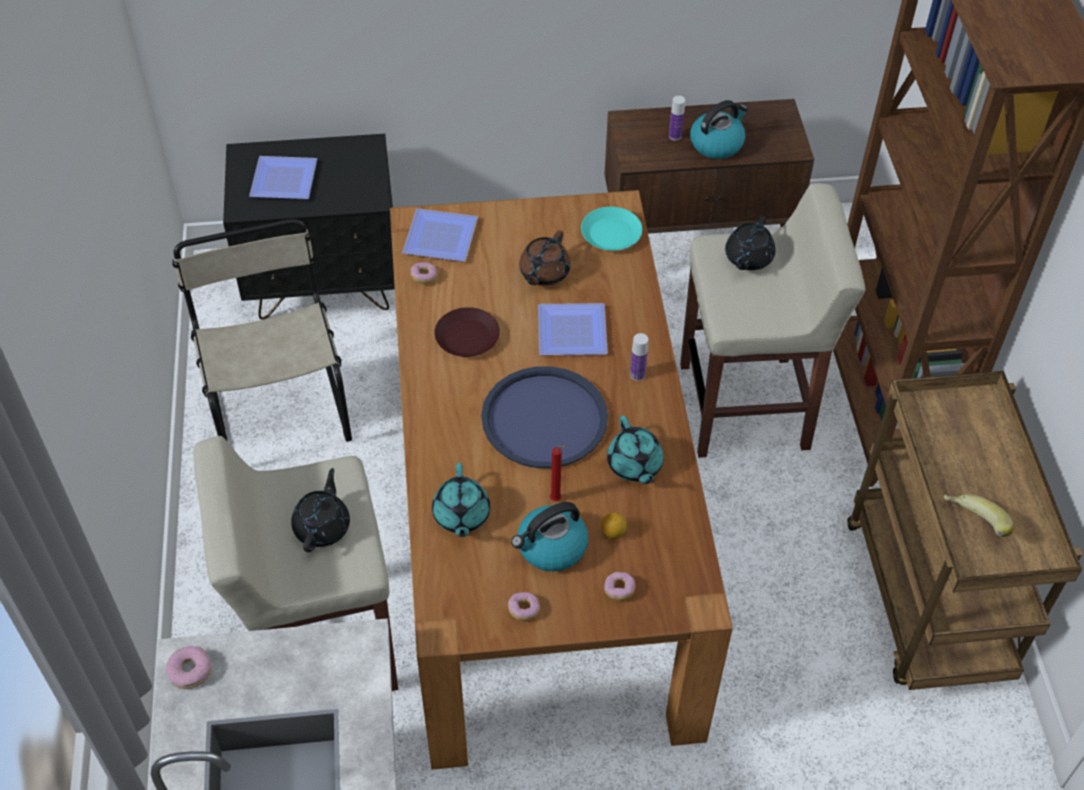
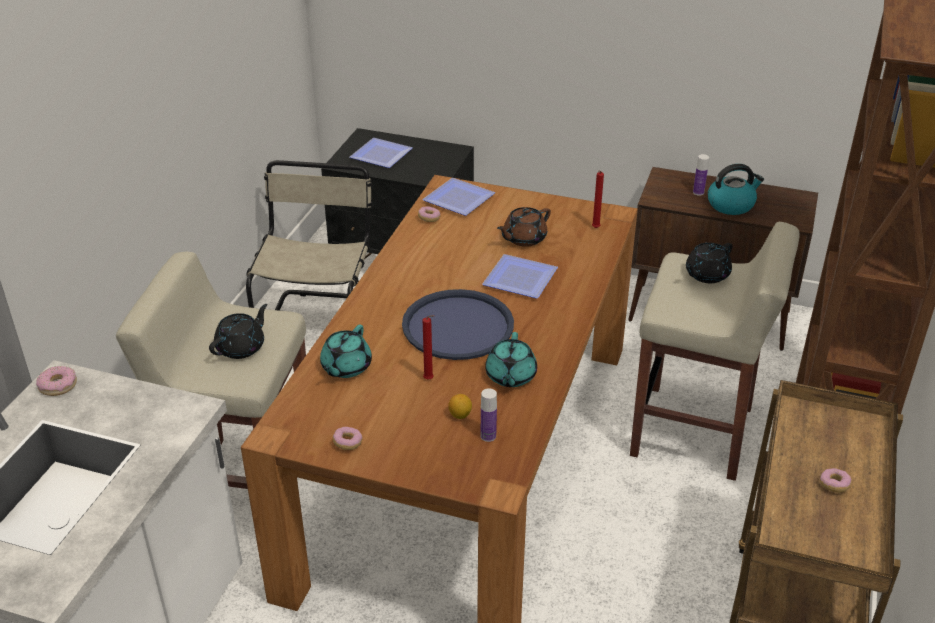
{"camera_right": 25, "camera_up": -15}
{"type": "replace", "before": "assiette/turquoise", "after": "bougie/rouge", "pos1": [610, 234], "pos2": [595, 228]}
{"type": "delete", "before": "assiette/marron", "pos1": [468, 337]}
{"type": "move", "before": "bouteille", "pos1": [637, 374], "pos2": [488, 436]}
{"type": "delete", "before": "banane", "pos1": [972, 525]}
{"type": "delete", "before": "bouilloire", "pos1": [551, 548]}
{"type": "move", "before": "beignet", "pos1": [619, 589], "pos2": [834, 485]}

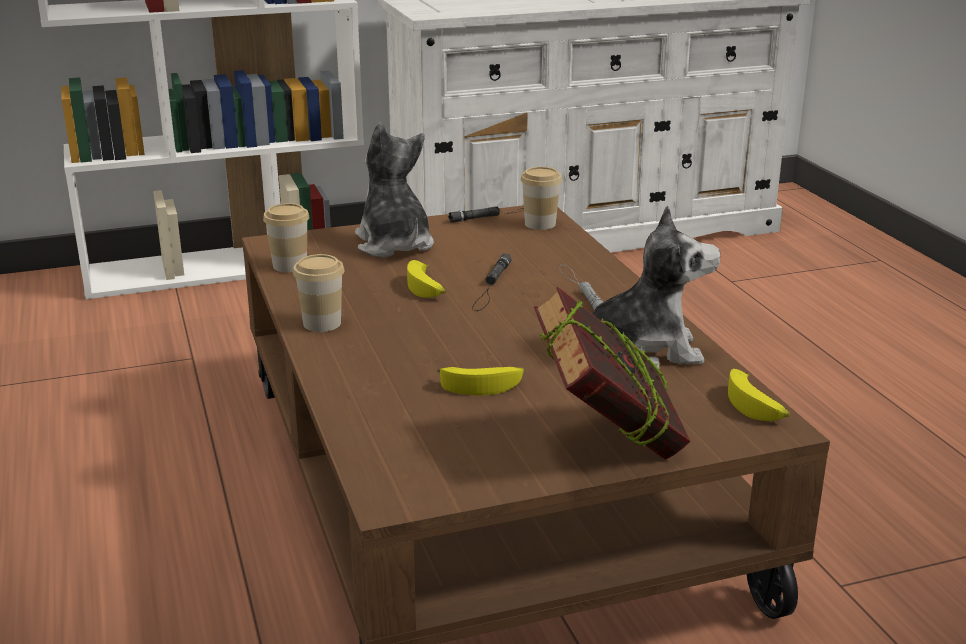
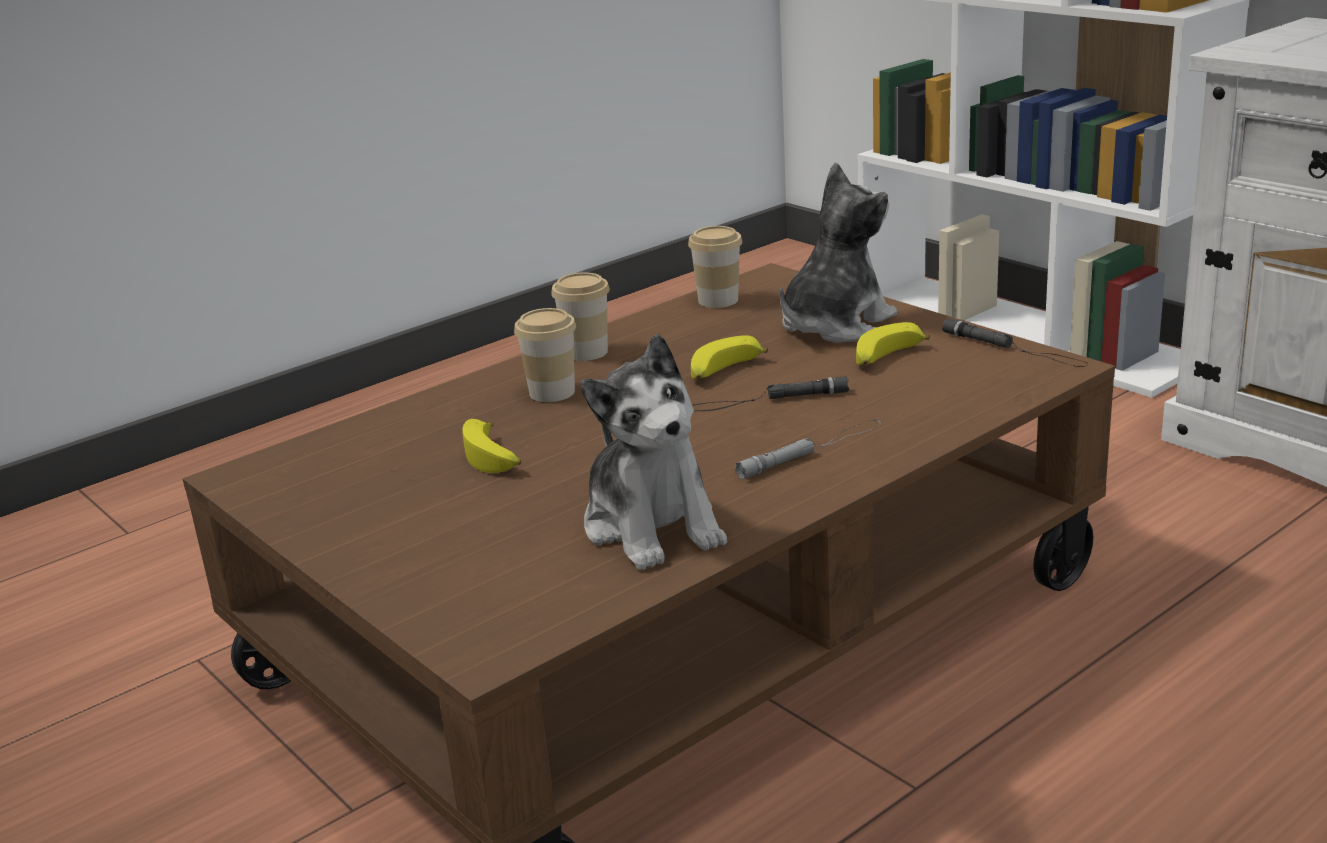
{"camera_right": 70, "camera_up": 0}
{"type": "move", "before": "tasse", "pos1": [540, 224], "pos2": [552, 392]}
{"type": "delete", "before": "livre", "pos1": [607, 445]}
{"type": "move", "before": "banane", "pos1": [756, 406], "pos2": [887, 358]}

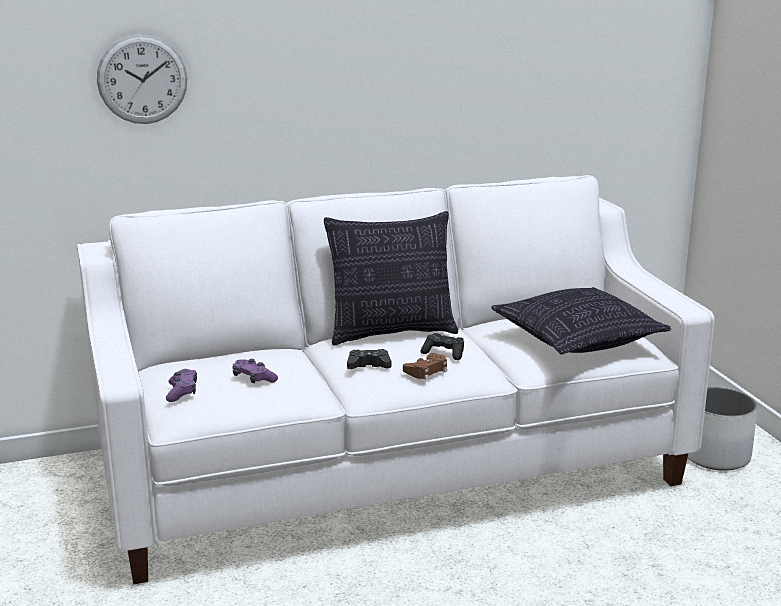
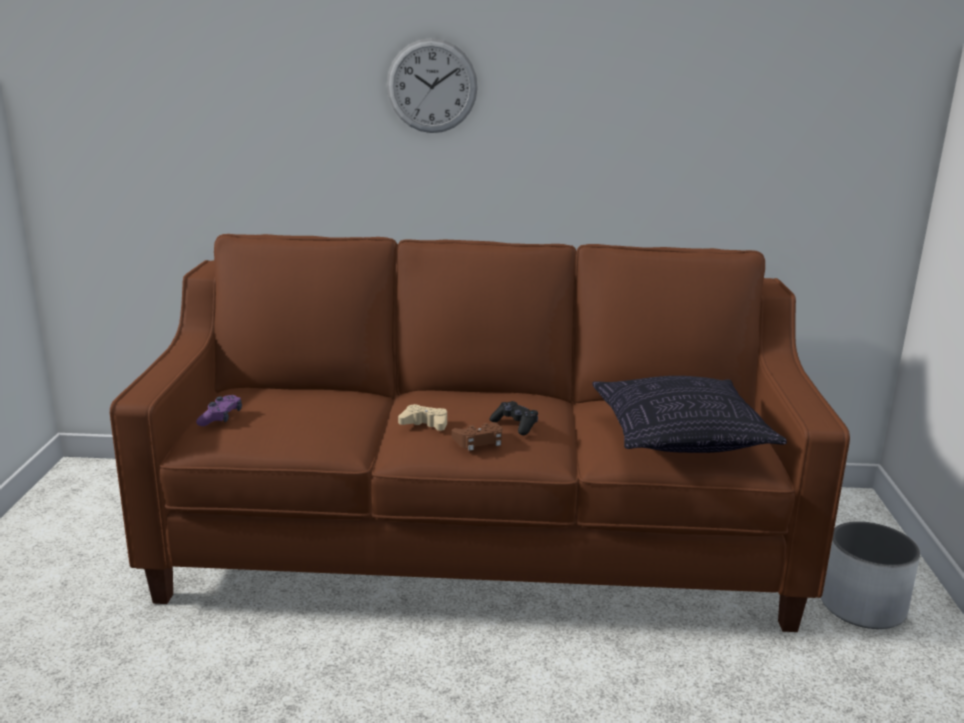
{"camera_right": 20, "camera_up": 0}
{"type": "move", "before": "horloge murale", "pos1": [142, 79], "pos2": [432, 86]}
{"type": "recolor", "before": "canapé/blanc", "after": "canapé/marron", "pos1": [391, 470], "pos2": [480, 541]}
{"type": "delete", "before": "coussin", "pos1": [392, 333]}
{"type": "recolor", "before": "manette/noir", "after": "manette/beige", "pos1": [368, 365], "pos2": [425, 424]}
{"type": "delete", "before": "manette/violet", "pos1": [253, 379]}

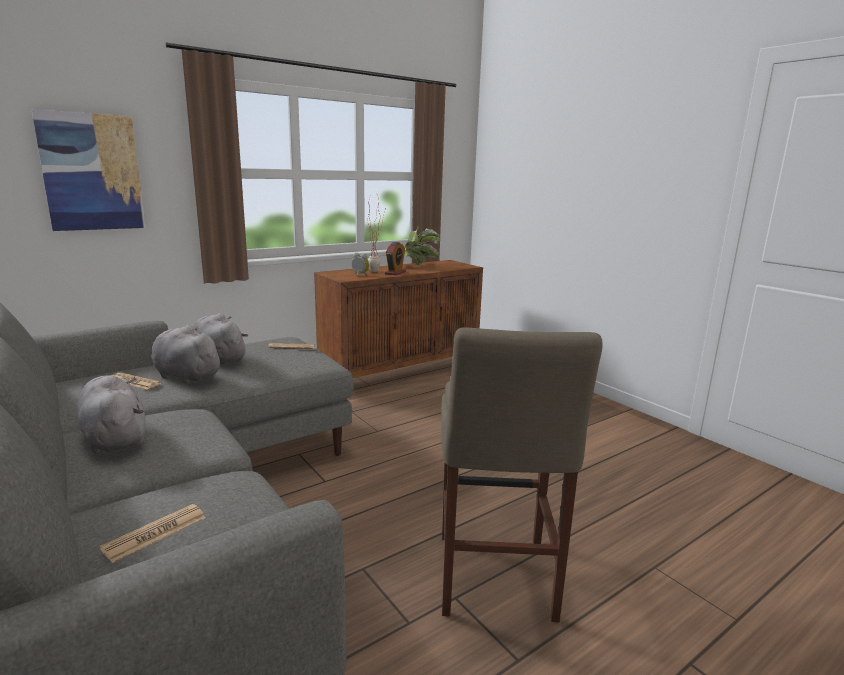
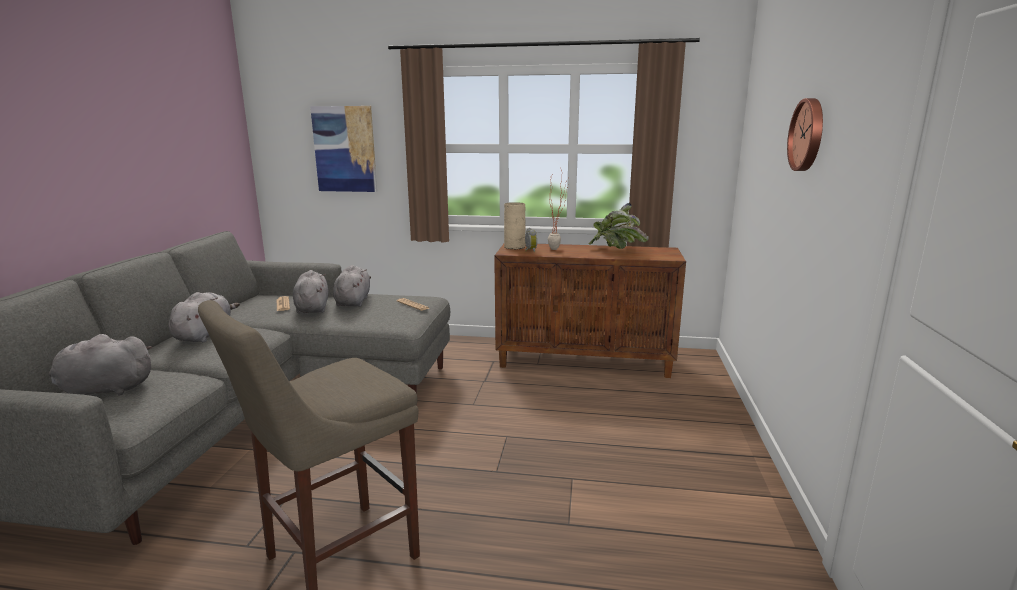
{"camera_right": 45, "camera_up": 0}
{"type": "delete", "before": "réveil", "pos1": [395, 273]}
{"type": "replace", "before": "journal", "after": "peluche/gris", "pos1": [155, 533], "pos2": [103, 390]}
{"type": "insert", "after": "horloge murale", "pos2": [808, 135]}
{"type": "insert", "after": "vase/beige", "pos2": [514, 247]}

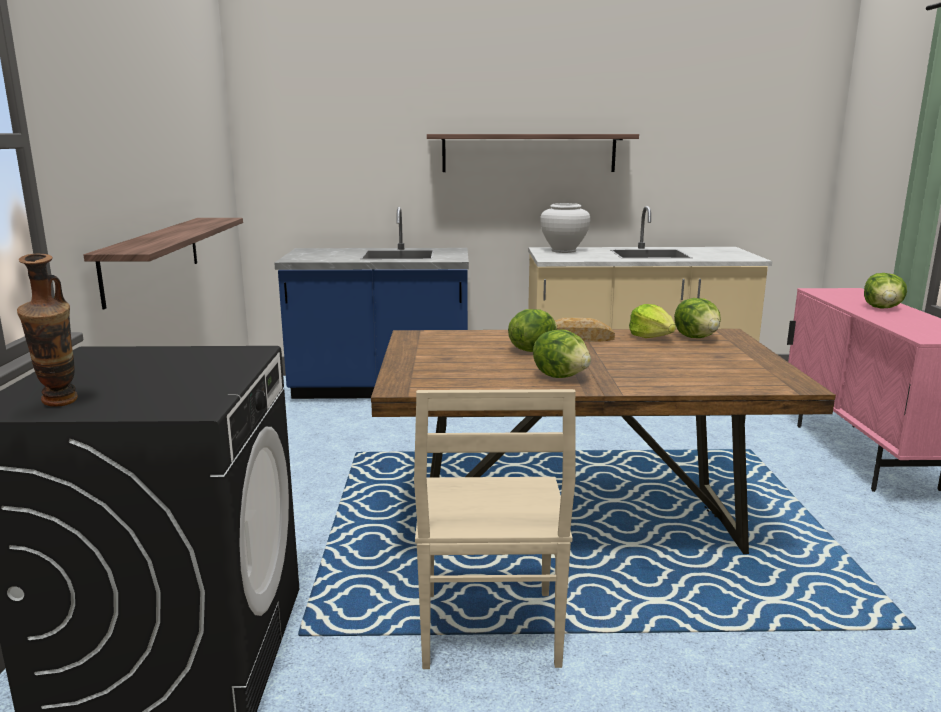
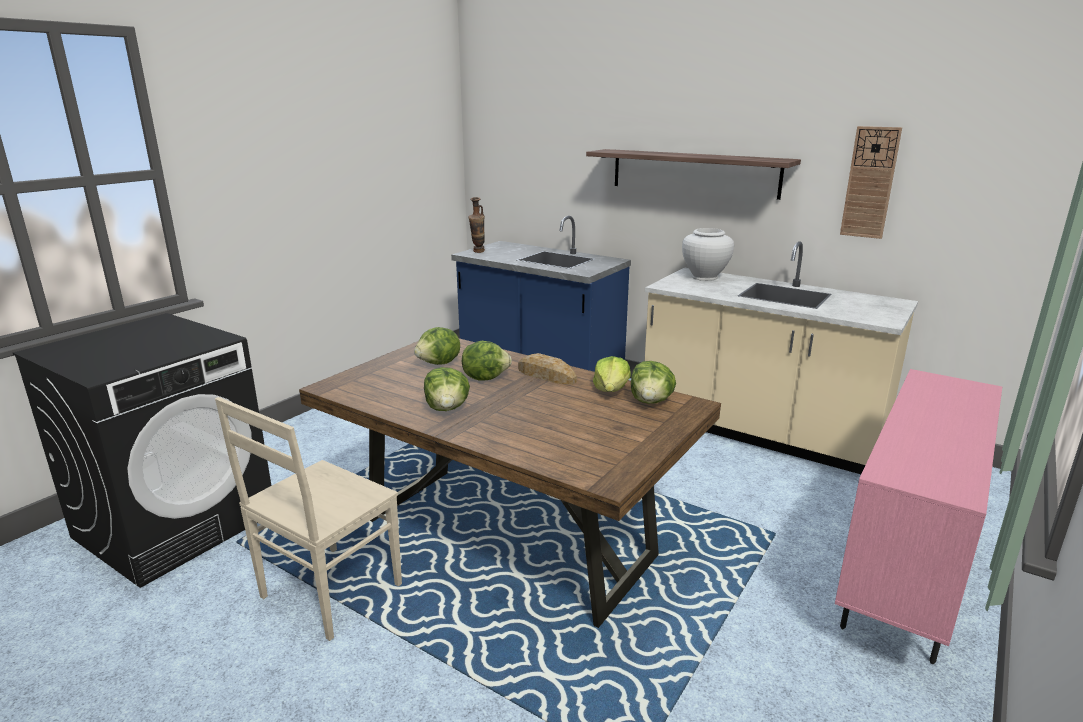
{"camera_right": 35, "camera_up": 5}
{"type": "delete", "before": "étagère", "pos1": [153, 258]}
{"type": "move", "before": "vase", "pos1": [60, 405], "pos2": [478, 252]}
{"type": "move", "before": "laitue", "pos1": [882, 308], "pos2": [439, 363]}
{"type": "insert", "after": "horloge murale", "pos2": [870, 183]}

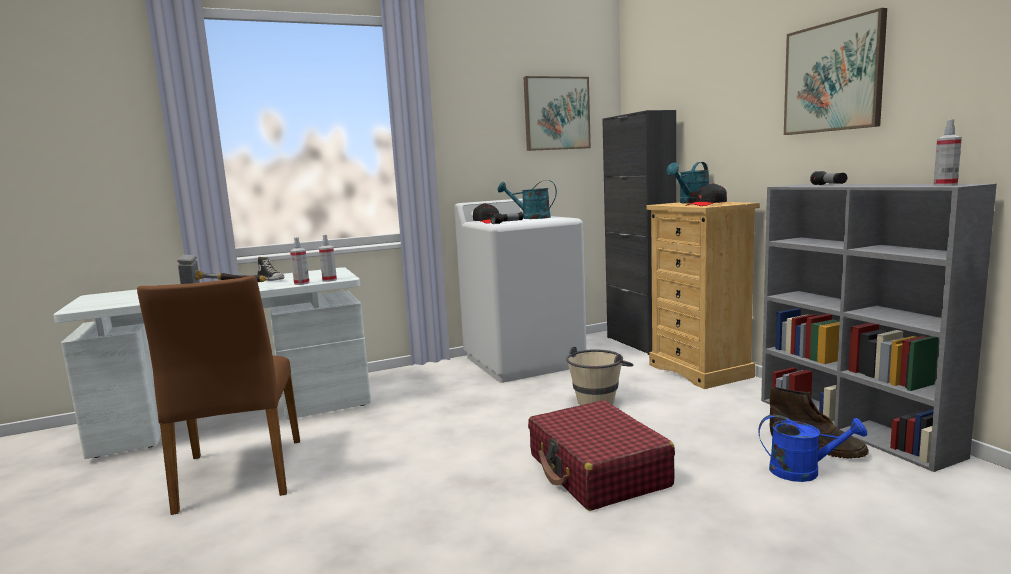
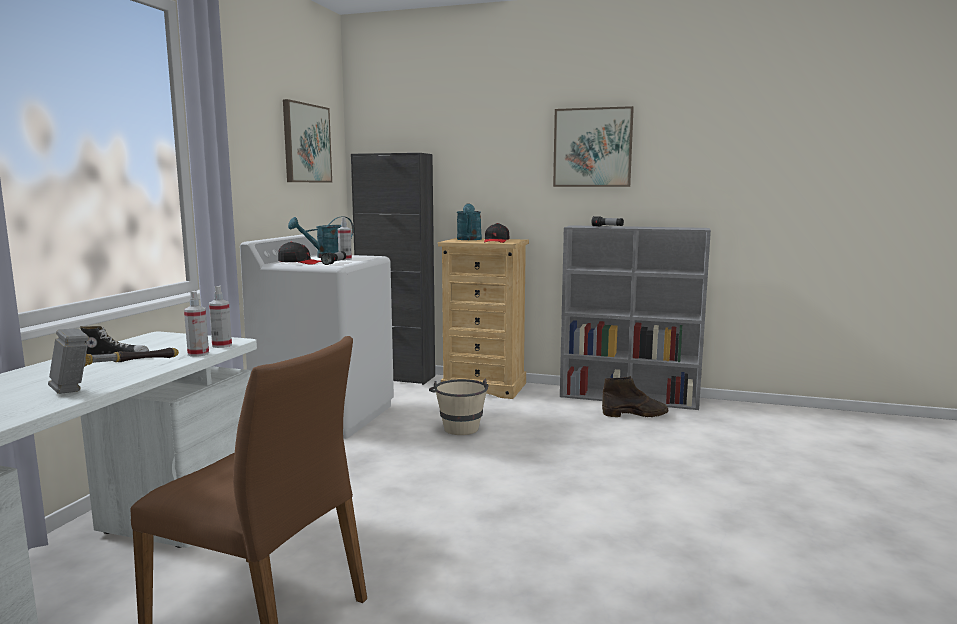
{"camera_right": -50, "camera_up": 0}
{"type": "move", "before": "vaporisateur", "pos1": [945, 185], "pos2": [345, 259]}
{"type": "delete", "before": "valise/rouge", "pos1": [598, 471]}
{"type": "delete", "before": "arrosoir/bleu", "pos1": [803, 472]}

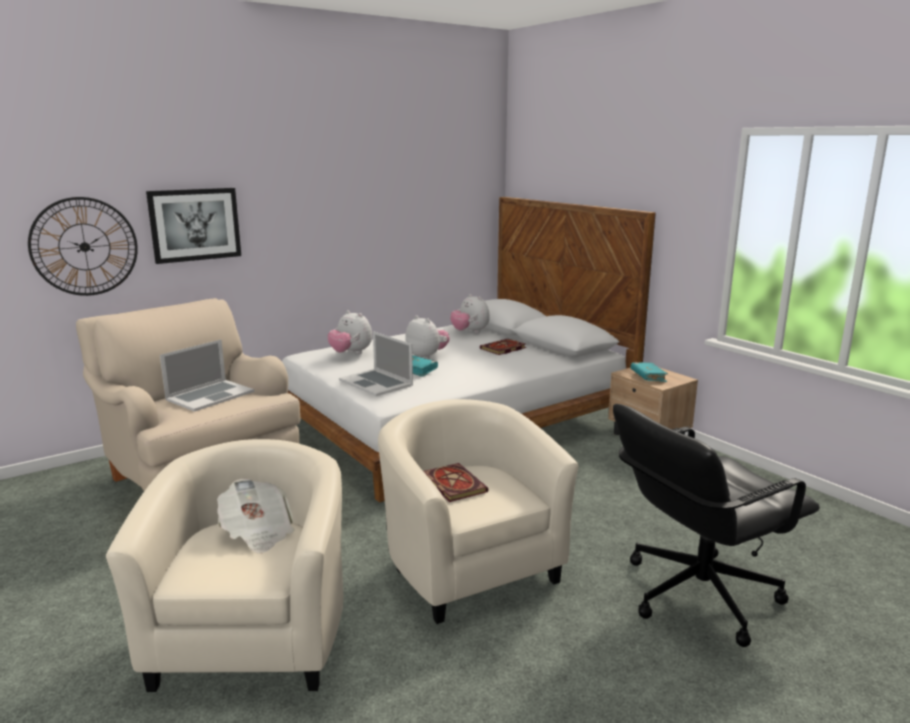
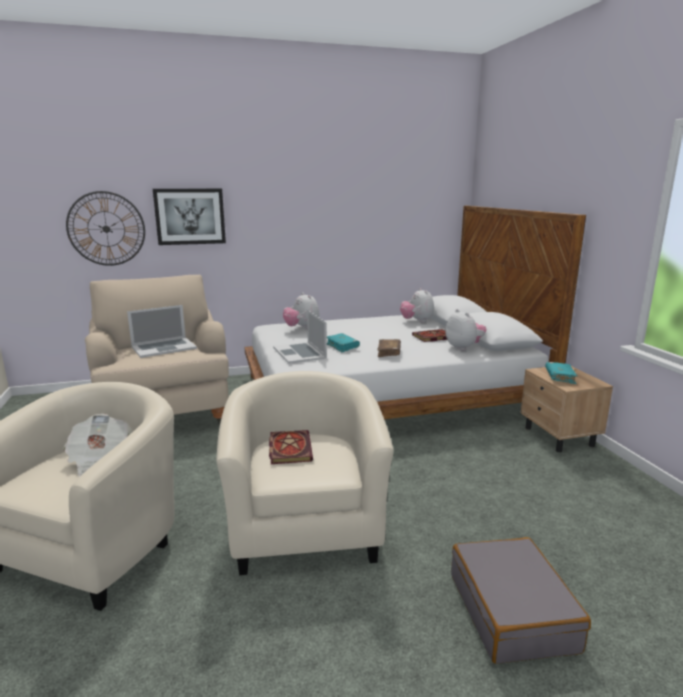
{"camera_right": 20, "camera_up": 0}
{"type": "move", "before": "peluche", "pos1": [427, 356], "pos2": [464, 348]}
{"type": "replace", "before": "chaise de bureau/noir", "after": "valise/gris", "pos1": [697, 594], "pos2": [512, 611]}
{"type": "insert", "after": "livre/marron", "pos2": [389, 352]}

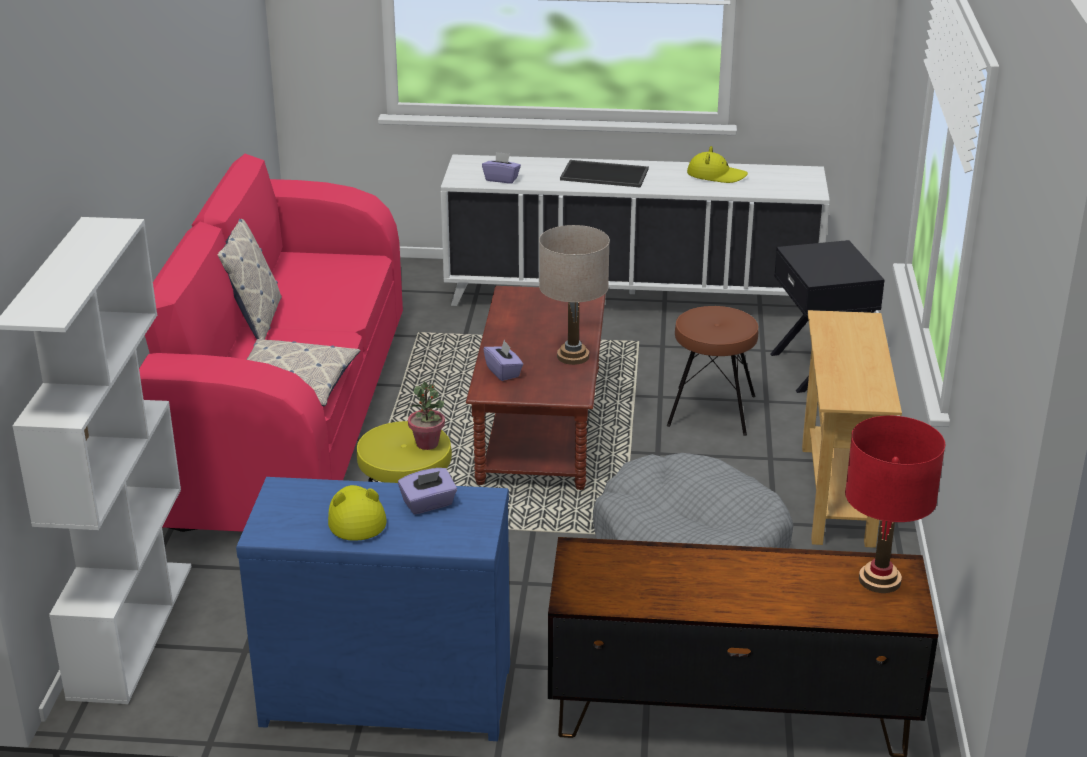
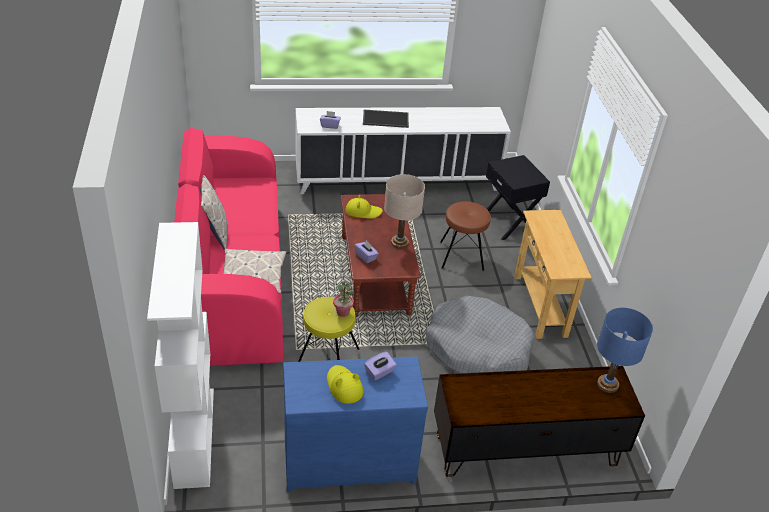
{"camera_right": -15, "camera_up": 10}
{"type": "move", "before": "chapeau/jaune", "pos1": [716, 175], "pos2": [363, 211]}
{"type": "recolor", "before": "lampe de table/rouge", "after": "lampe de table/bleu", "pos1": [880, 580], "pos2": [607, 384]}

